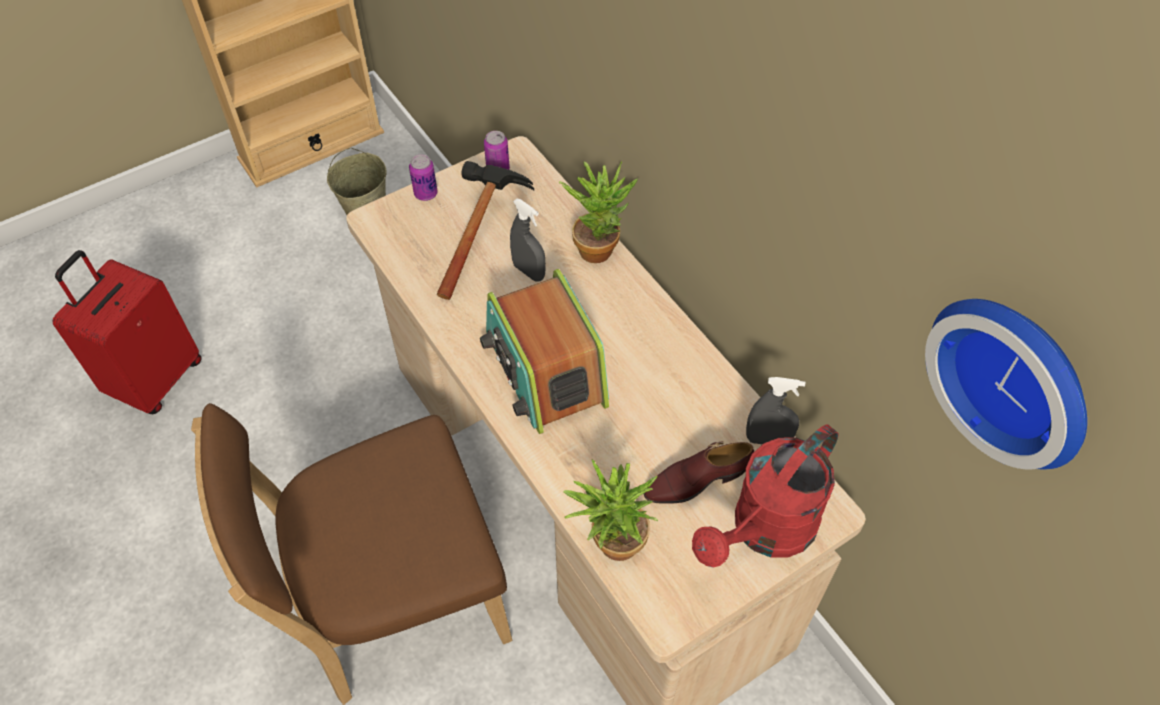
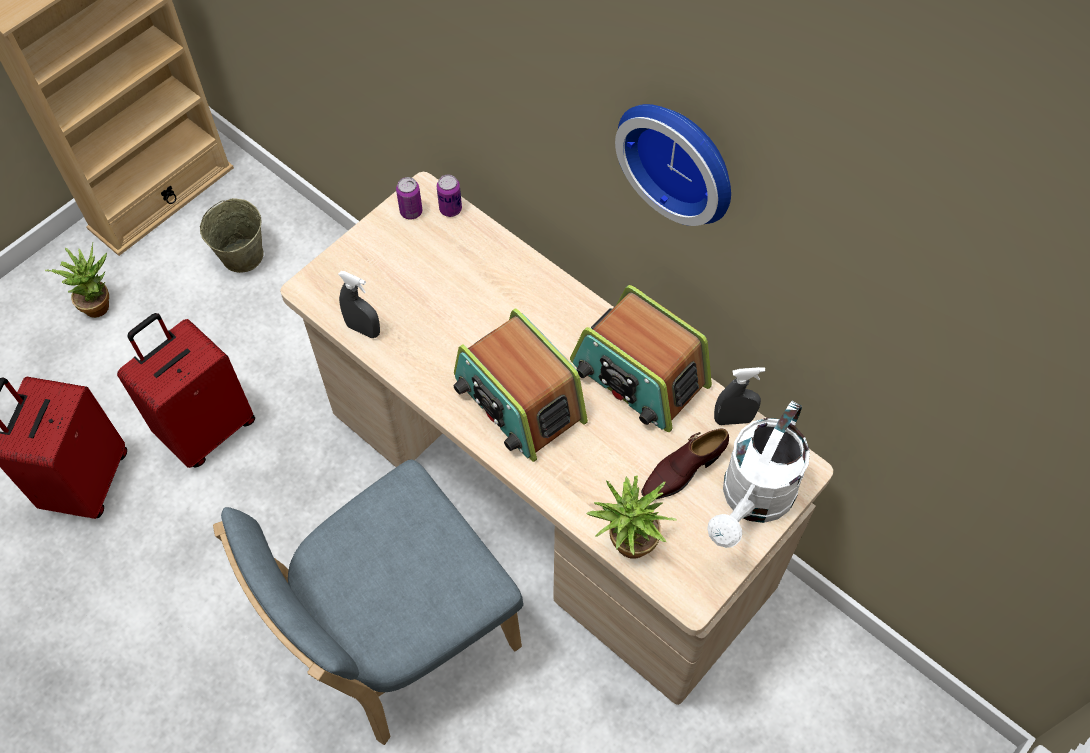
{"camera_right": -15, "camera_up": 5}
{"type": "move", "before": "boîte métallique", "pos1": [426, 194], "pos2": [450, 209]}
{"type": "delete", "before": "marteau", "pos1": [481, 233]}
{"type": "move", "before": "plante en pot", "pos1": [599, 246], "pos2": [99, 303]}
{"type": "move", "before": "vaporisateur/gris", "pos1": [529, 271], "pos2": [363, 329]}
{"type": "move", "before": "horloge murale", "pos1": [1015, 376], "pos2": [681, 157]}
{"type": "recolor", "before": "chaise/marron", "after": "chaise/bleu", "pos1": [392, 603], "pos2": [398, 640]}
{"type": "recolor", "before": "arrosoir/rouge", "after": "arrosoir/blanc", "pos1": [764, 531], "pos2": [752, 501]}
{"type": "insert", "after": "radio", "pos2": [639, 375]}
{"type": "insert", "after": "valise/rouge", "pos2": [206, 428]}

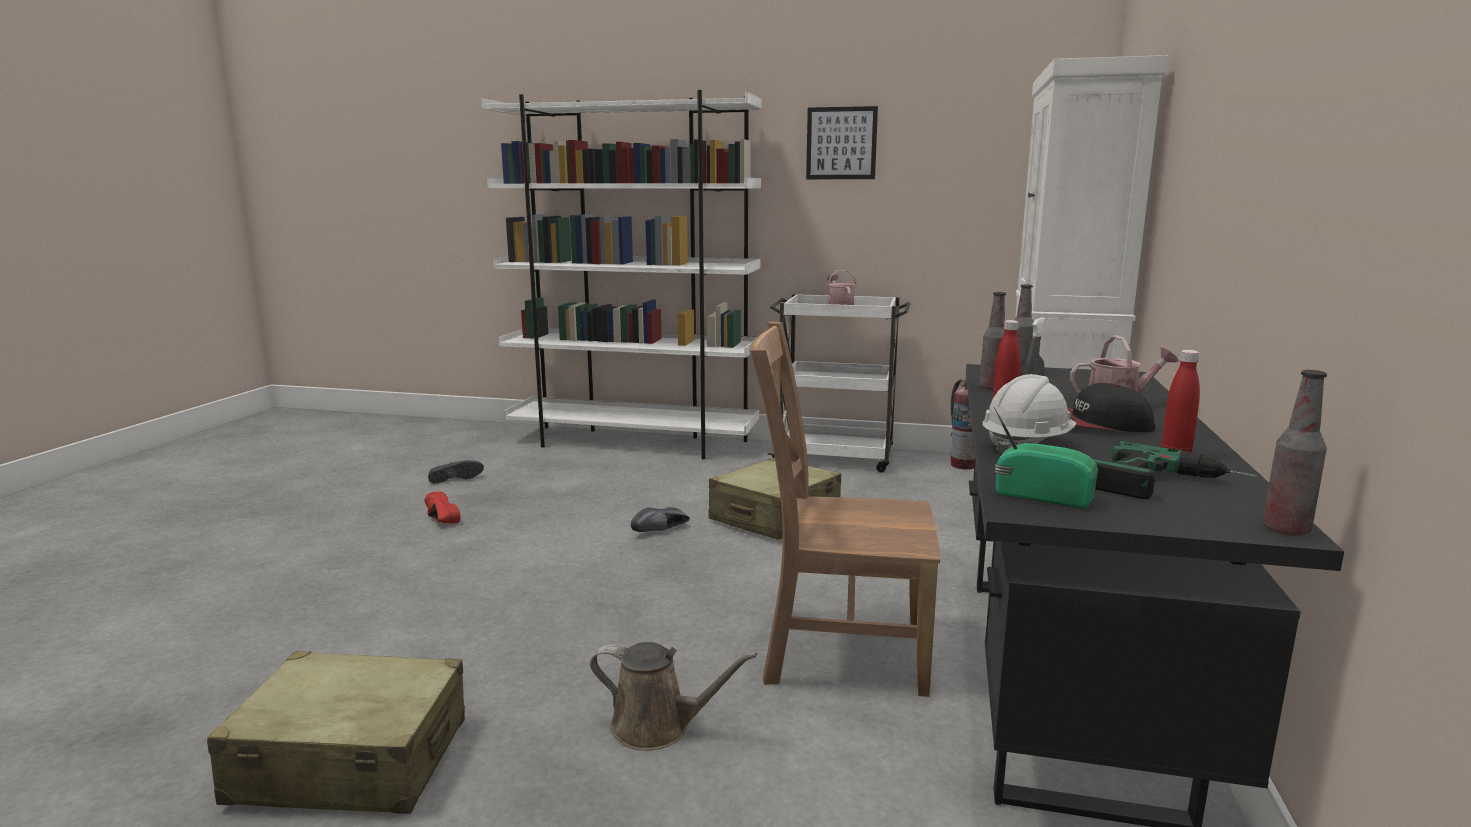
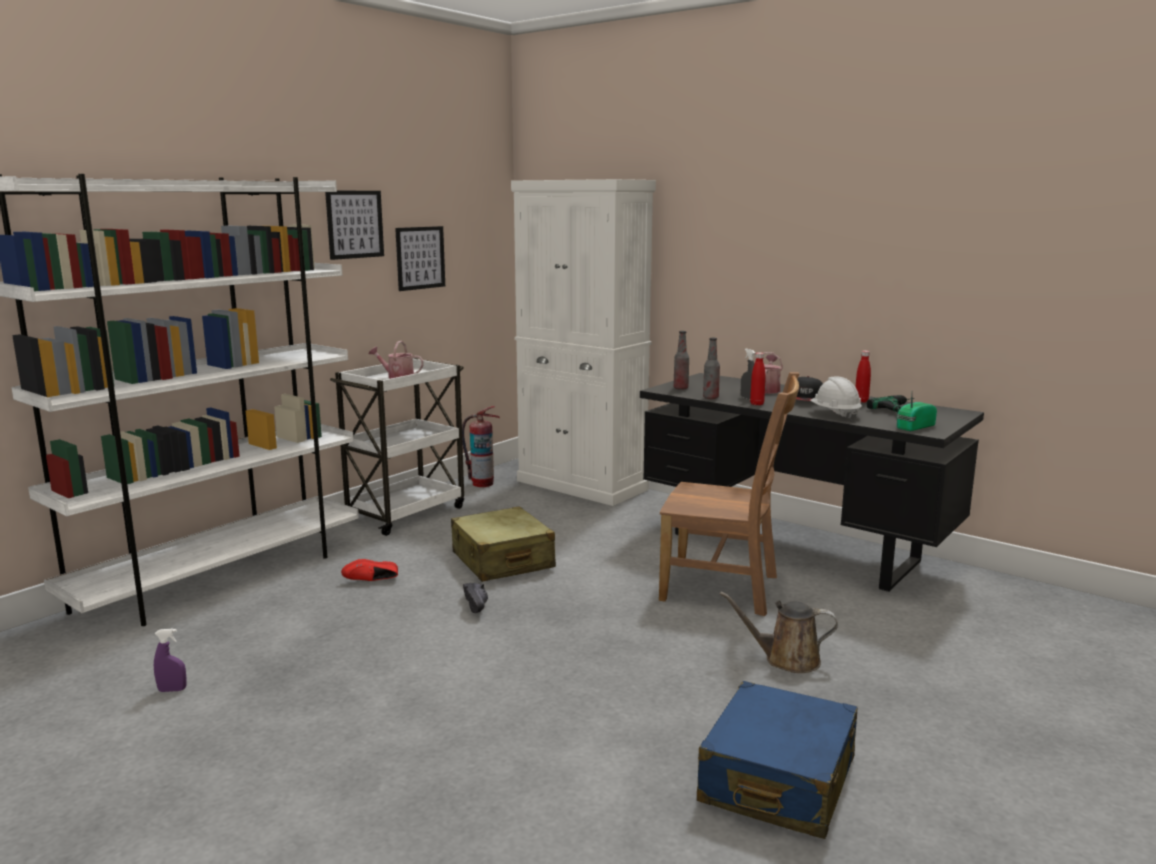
{"camera_right": -65, "camera_up": 0}
{"type": "rotate", "before": "chaise/marron", "pos1": [837, 649], "pos2": [725, 589], "turn": -105}
{"type": "delete", "before": "bouteille", "pos1": [1285, 530]}
{"type": "replace", "before": "chaussure/noir", "after": "vaporisateur/violet", "pos1": [455, 478], "pos2": [172, 690]}
{"type": "move", "before": "chaussure/rouge", "pos1": [437, 519], "pos2": [372, 581]}
{"type": "rotate", "before": "arrosoir/marron", "pos1": [658, 727], "pos2": [786, 659], "turn": -120}
{"type": "recolor", "before": "valise/beige", "after": "valise/bleu", "pos1": [351, 761], "pos2": [777, 781]}
{"type": "insert", "after": "tableau", "pos2": [420, 258]}

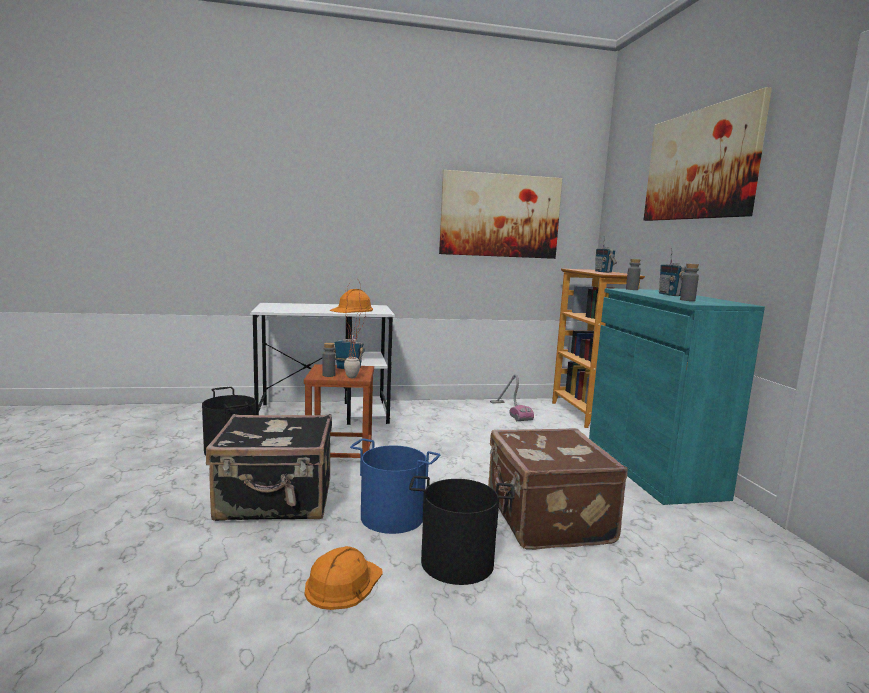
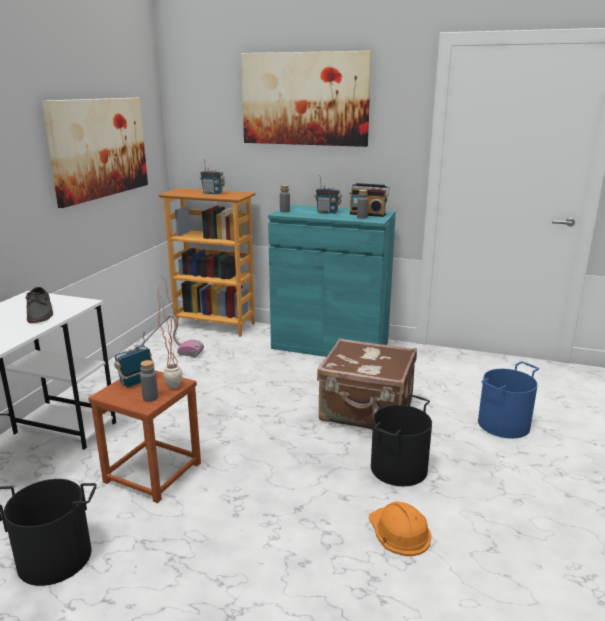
{"camera_right": -60, "camera_up": 10}
{"type": "replace", "before": "casque de chantier/orange", "after": "chaussure/gris", "pos1": [352, 310], "pos2": [40, 313]}
{"type": "delete", "before": "valise/noir", "pos1": [276, 500]}
{"type": "move", "before": "seau/bleu", "pos1": [392, 517], "pos2": [504, 424]}
{"type": "insert", "after": "radio", "pos2": [368, 214]}

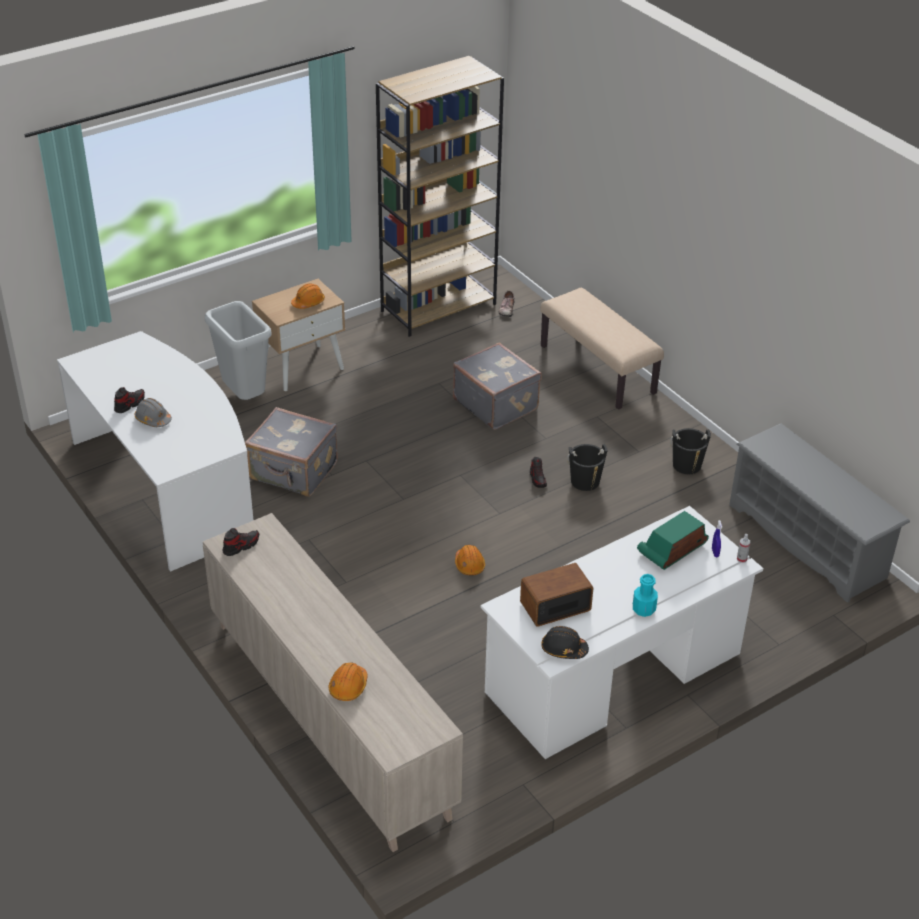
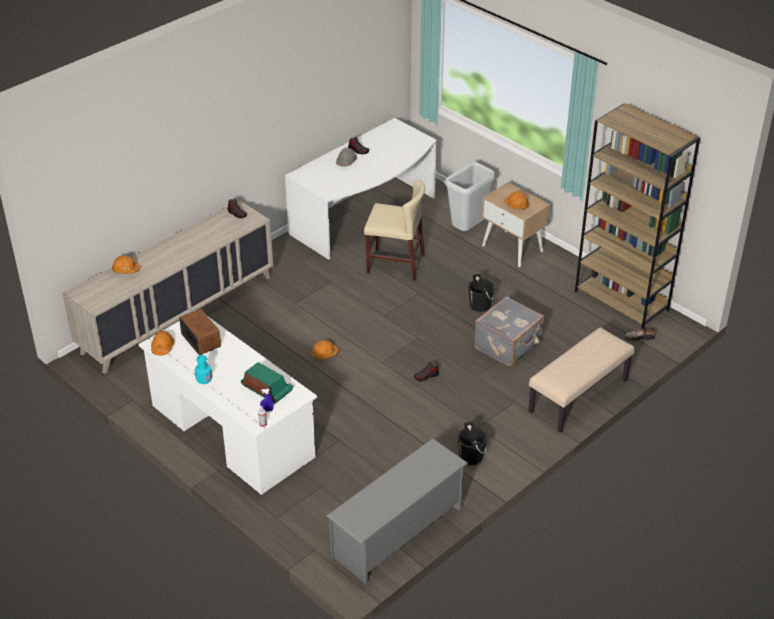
{"camera_right": 80, "camera_up": 0}
{"type": "replace", "before": "valise/gris", "after": "chaise/beige", "pos1": [293, 472], "pos2": [395, 264]}
{"type": "move", "before": "seau/noir", "pos1": [585, 481], "pos2": [480, 305]}
{"type": "recolor", "before": "casque de chantier/noir", "after": "casque de chantier/orange", "pos1": [563, 649], "pos2": [162, 347]}

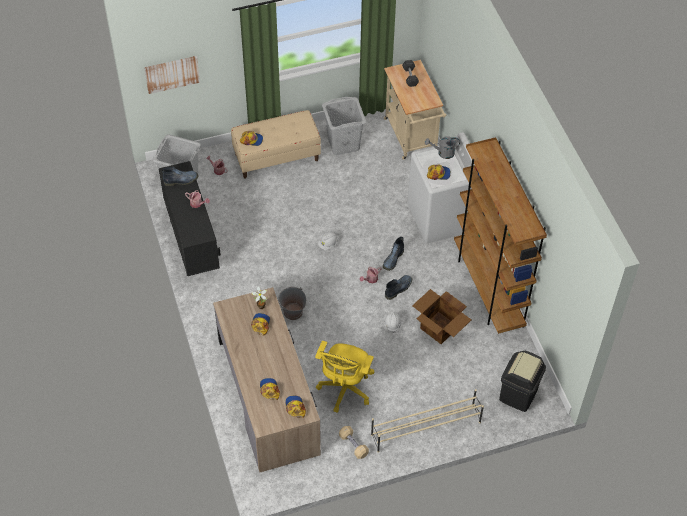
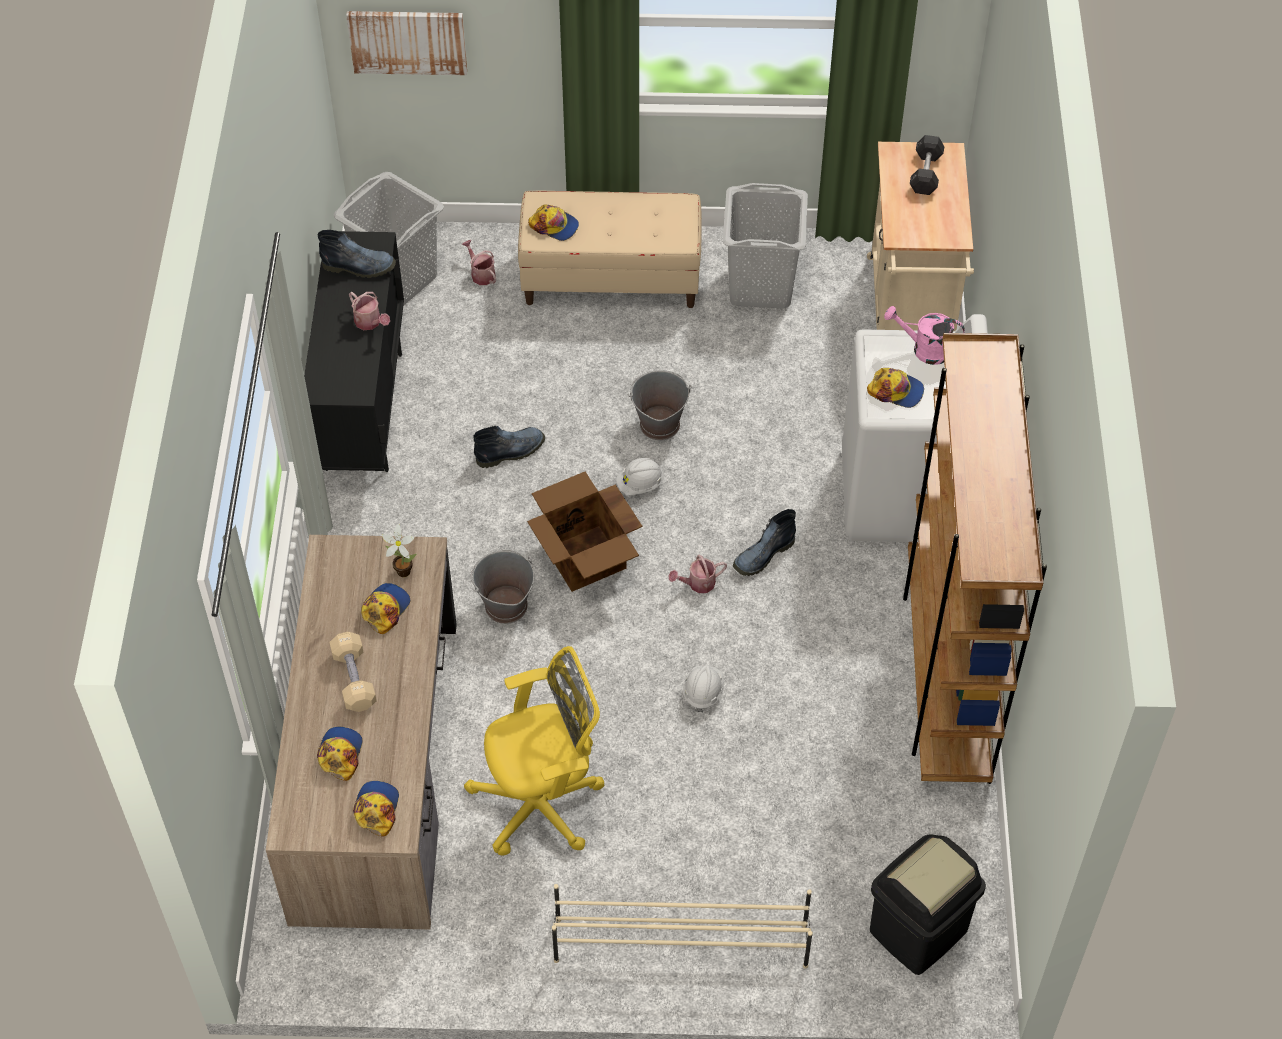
{"camera_right": 20, "camera_up": 0}
{"type": "recolor", "before": "arrosoir/gris", "after": "arrosoir/rose", "pos1": [443, 153], "pos2": [924, 349]}
{"type": "move", "before": "botte", "pos1": [398, 288], "pos2": [511, 451]}
{"type": "move", "before": "carton", "pos1": [440, 328], "pos2": [585, 559]}
{"type": "rotate", "before": "chaise de bureau/jaune", "pos1": [345, 390], "pos2": [543, 804], "turn": -150}
{"type": "move", "before": "haltère/beige", "pos1": [353, 445], "pos2": [354, 679]}
{"type": "insert", "after": "seau/gris", "pos2": [659, 424]}

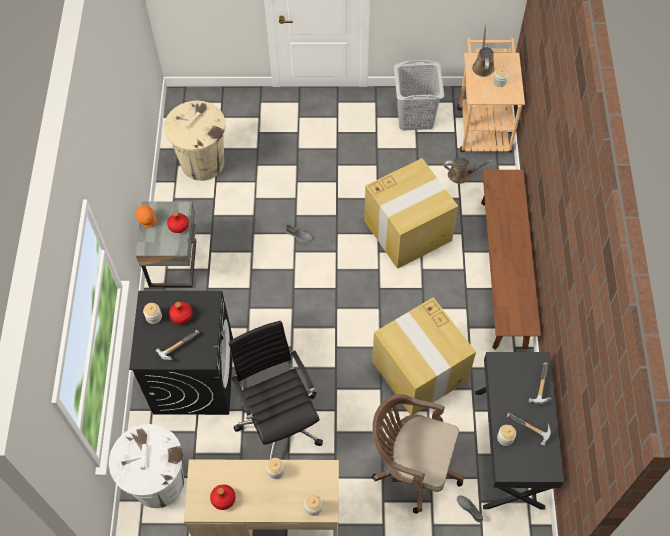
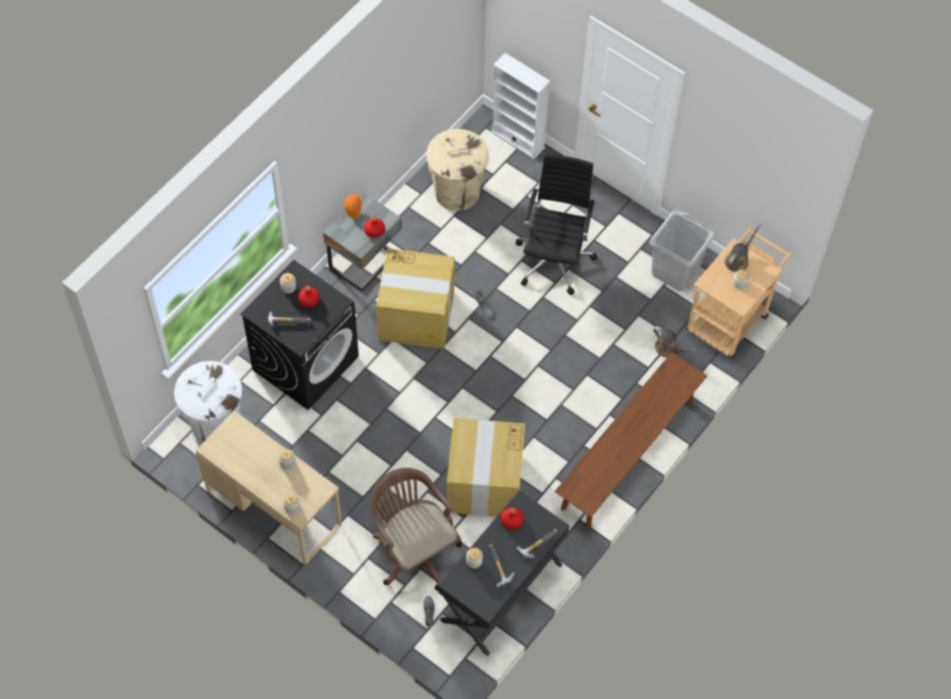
{"camera_right": 35, "camera_up": 0}
{"type": "move", "before": "carton", "pos1": [408, 230], "pos2": [417, 316]}
{"type": "move", "before": "chaise de bureau/noir", "pos1": [280, 420], "pos2": [554, 258]}
{"type": "move", "before": "bouteille/rouge", "pos1": [223, 498], "pos2": [511, 520]}
{"type": "insert", "after": "bibliothèque/blanc", "pos2": [518, 139]}

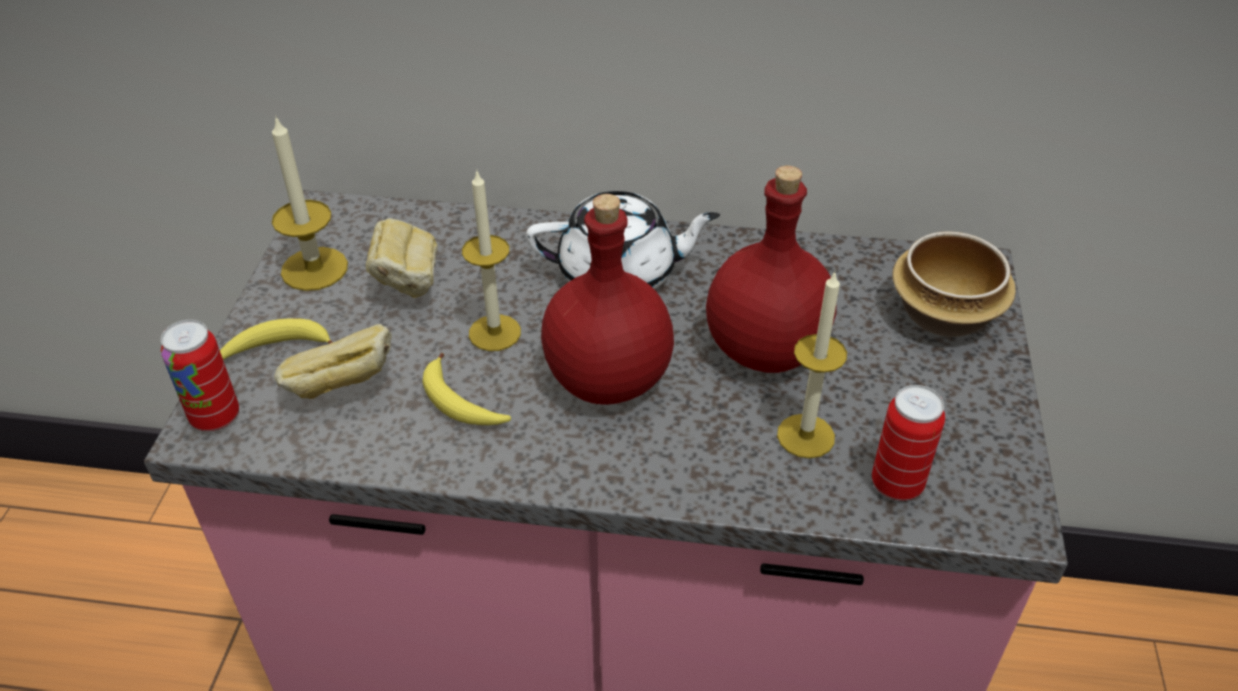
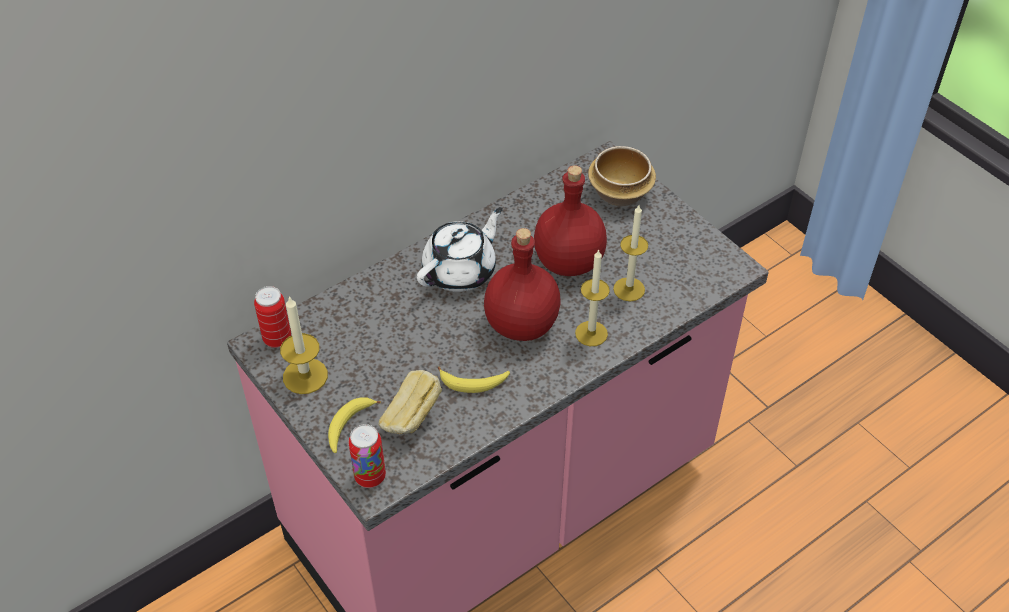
{"camera_right": -45, "camera_up": 5}
{"type": "move", "before": "bougie", "pos1": [494, 333], "pos2": [591, 333]}
{"type": "delete", "before": "pain", "pos1": [408, 284]}
{"type": "move", "before": "boîte métallique", "pos1": [896, 484], "pos2": [277, 339]}

